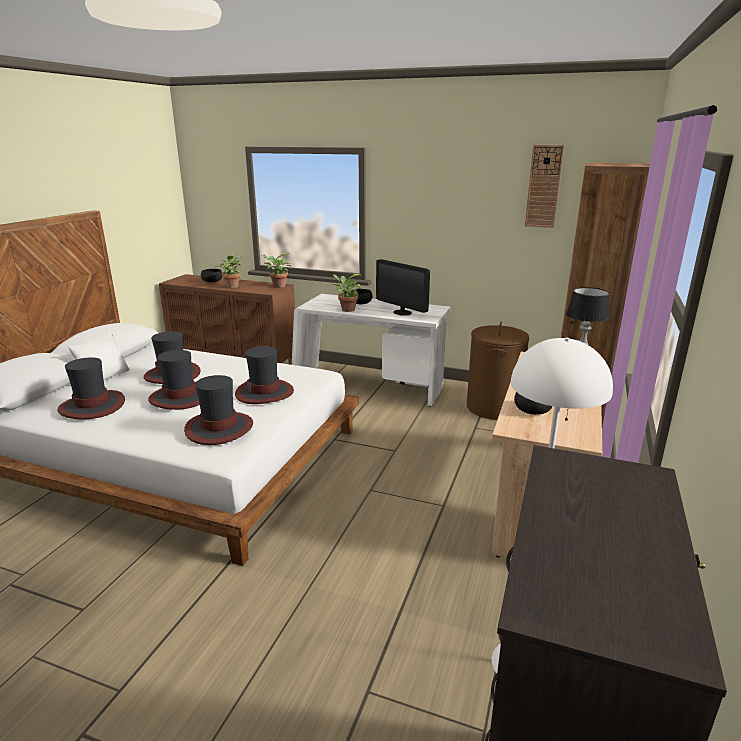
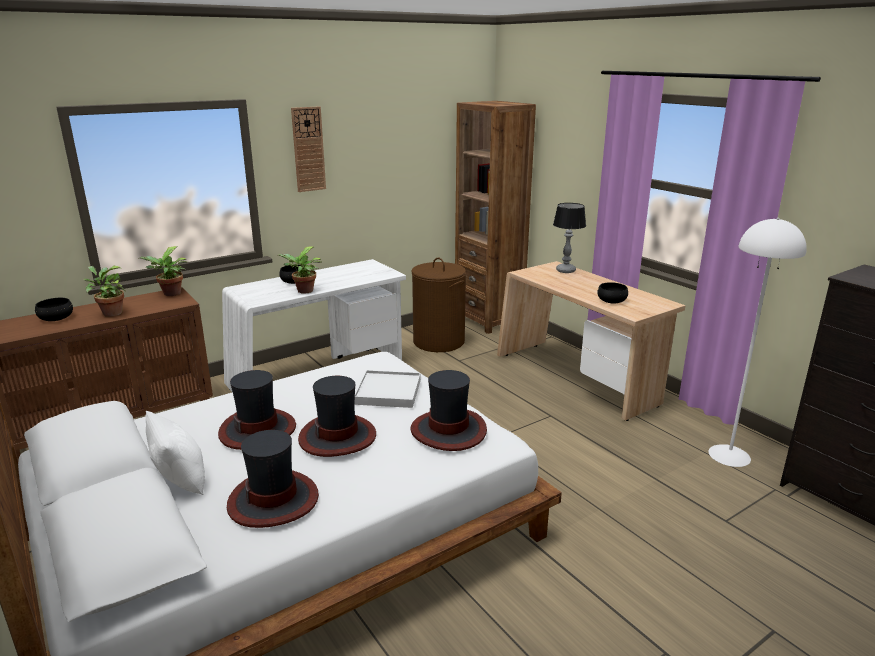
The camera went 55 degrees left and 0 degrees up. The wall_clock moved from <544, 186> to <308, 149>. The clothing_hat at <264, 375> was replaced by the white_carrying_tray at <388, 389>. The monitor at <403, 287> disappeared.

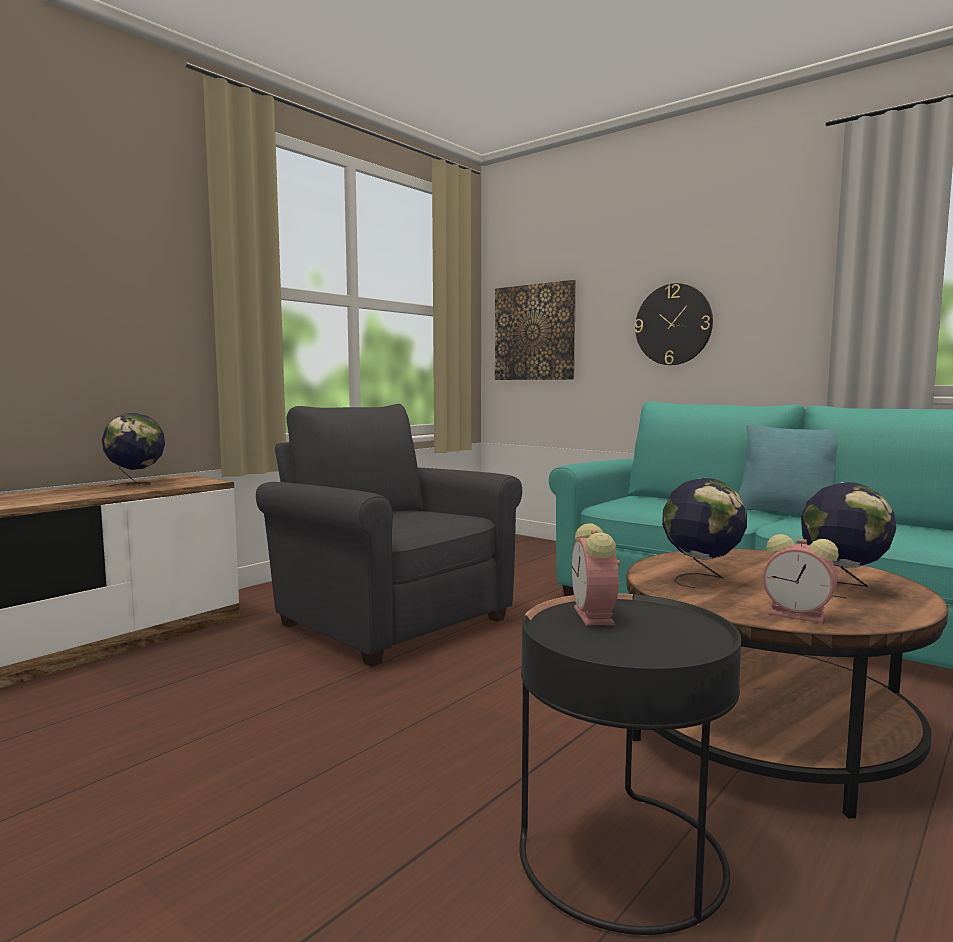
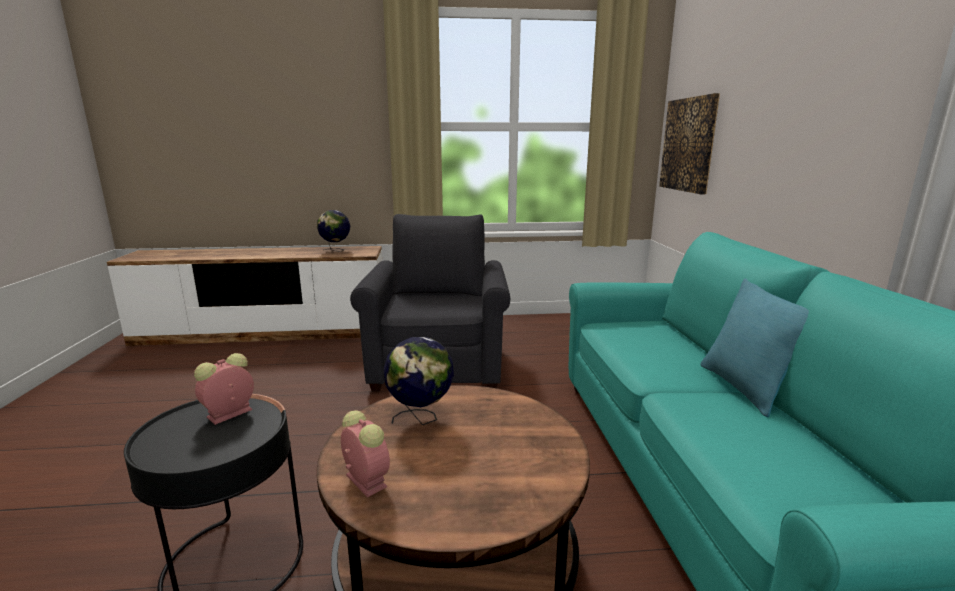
The camera went 45 degrees right and 10 degrees up. The alarm_clock at <801, 579> turned 150 degrees clockwise. The wall_clock at <674, 324> disappeared. The globe at <848, 540> disappeared.

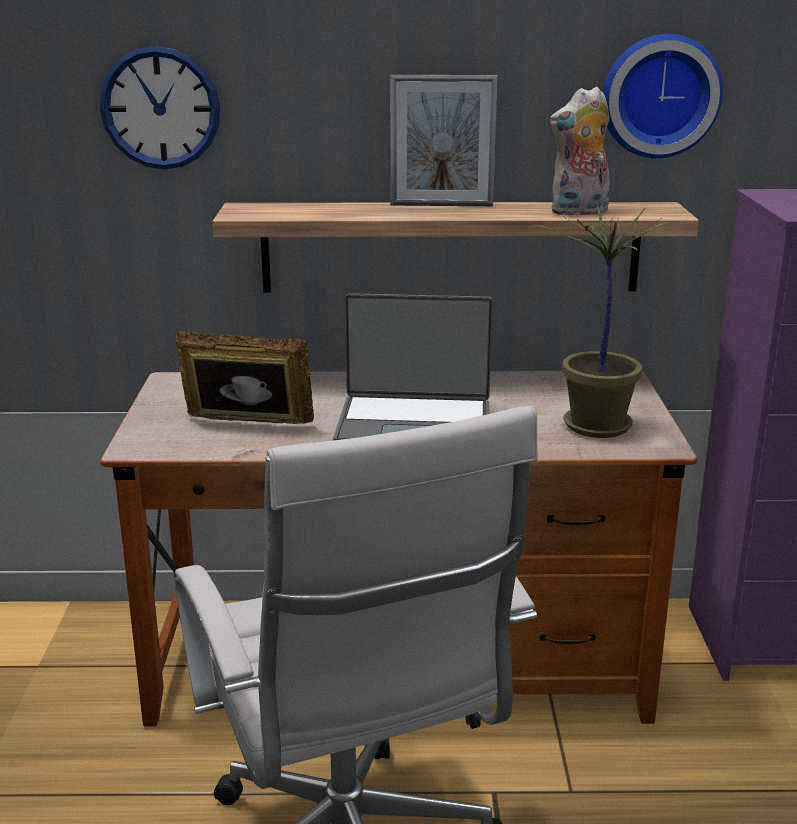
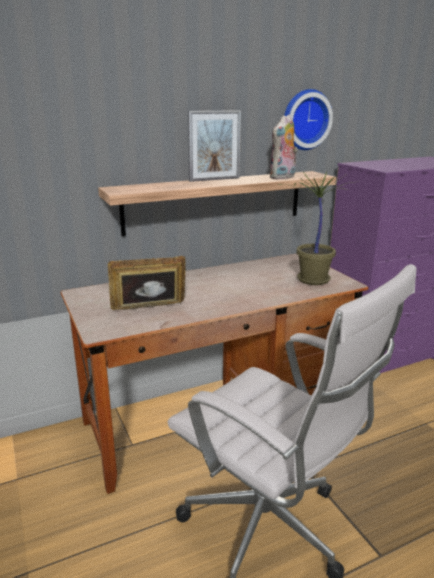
The camera went 25 degrees left and 0 degrees up. The wall_clock at <160, 108> disappeared. The notebook_computer at <413, 367> disappeared.

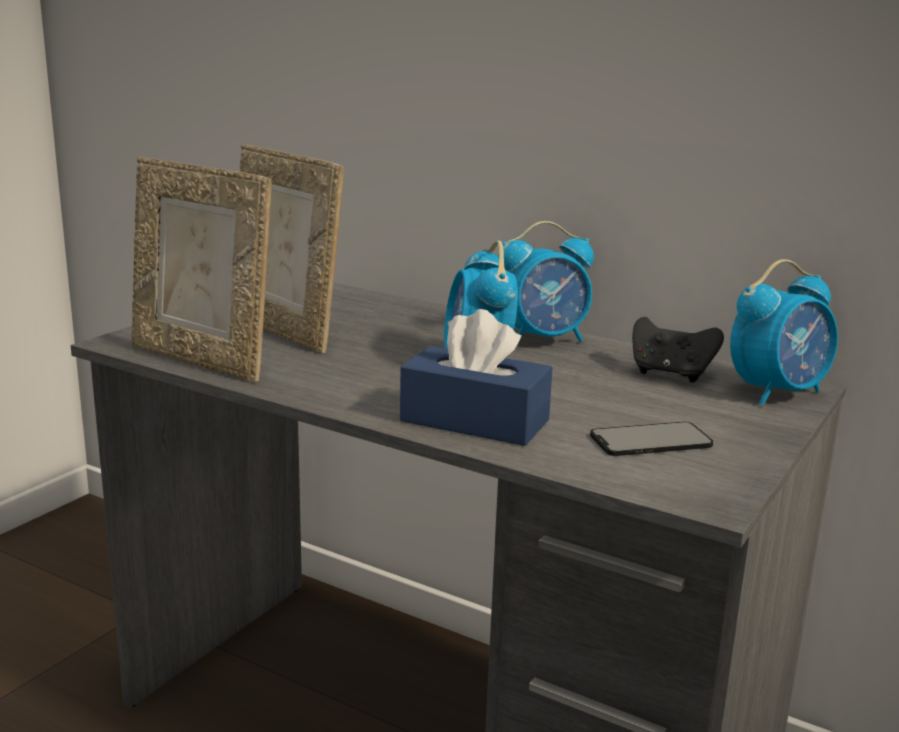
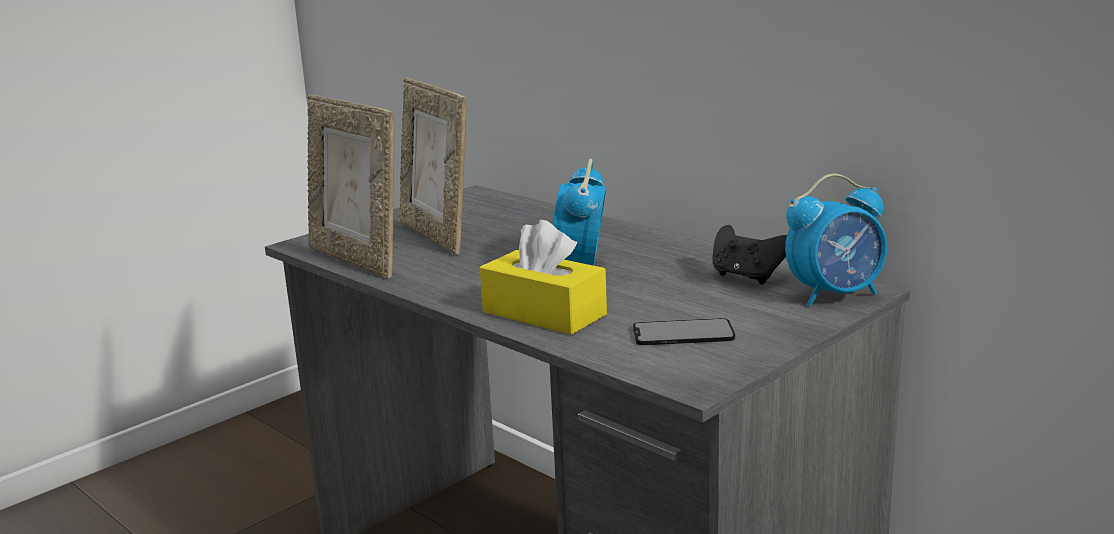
The camera went 15 degrees right and 0 degrees up. The blue-coloured_tissue_box at <476, 377> became the yellowish_tissue_box at <543, 277>. The alarm_clock at <546, 281> disappeared.

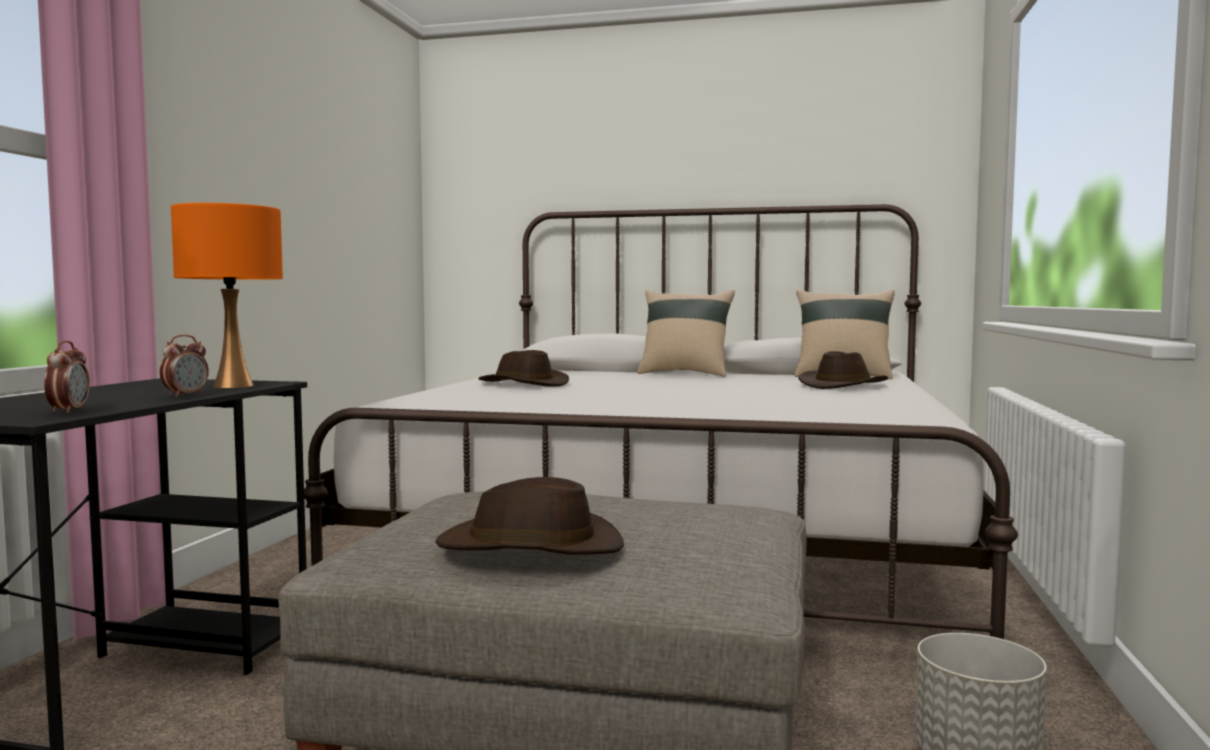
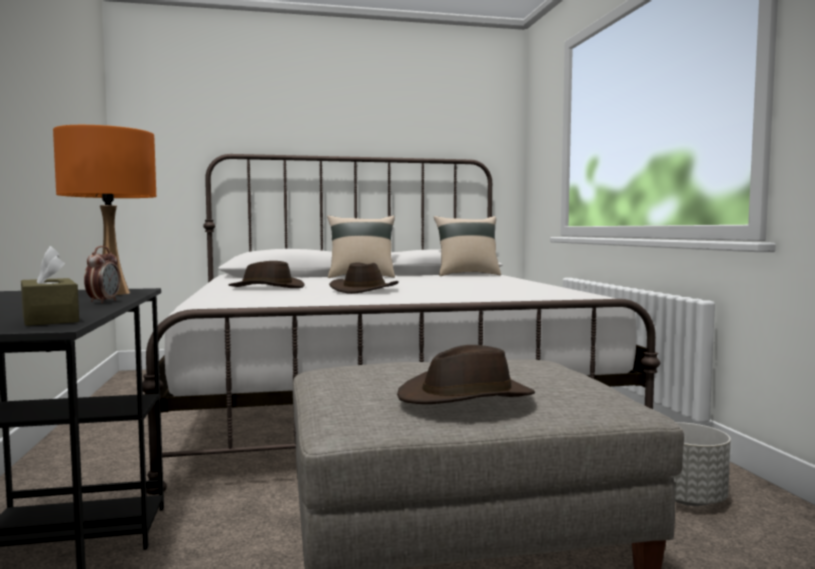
The camera went 25 degrees left and 0 degrees up. The alarm_clock at <67, 376> was replaced by the brownish_tissue_box at <50, 286>. The brownish_clothing_hat moved from <843, 370> to <364, 278>.

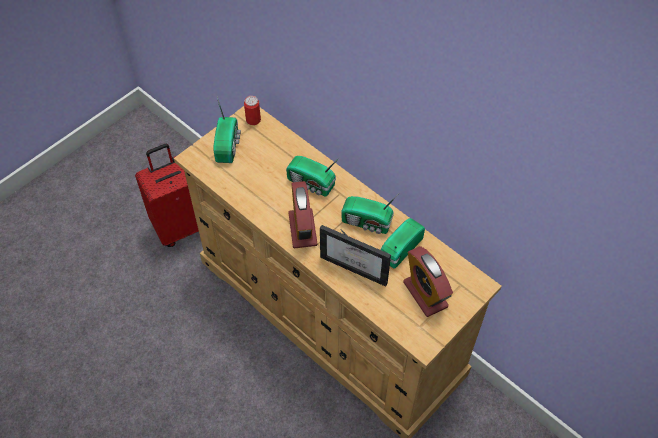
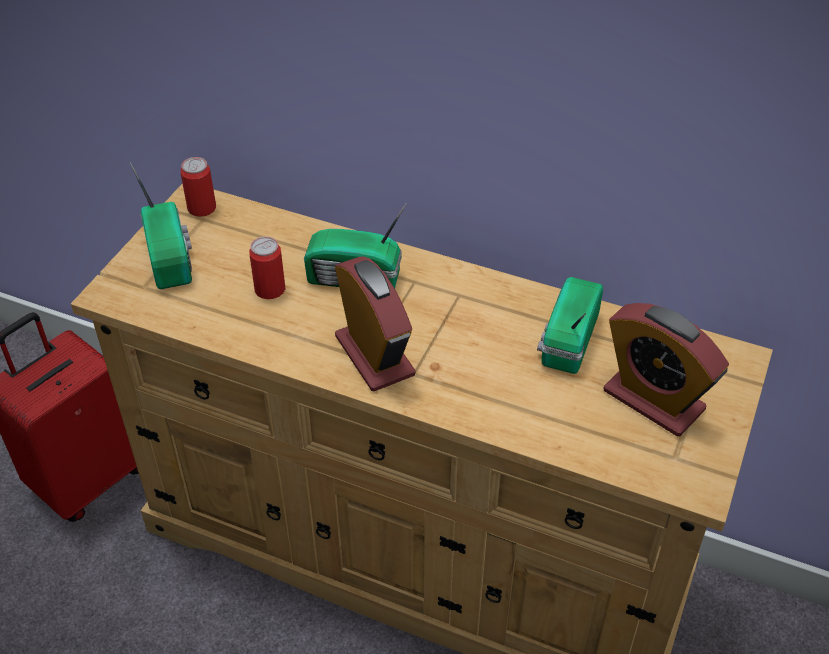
The camera went 20 degrees left and 10 degrees down. The sealed_can at <267, 267> appeared. The photo_frame at <355, 256> disappeared. The radio_set at <370, 213> disappeared.

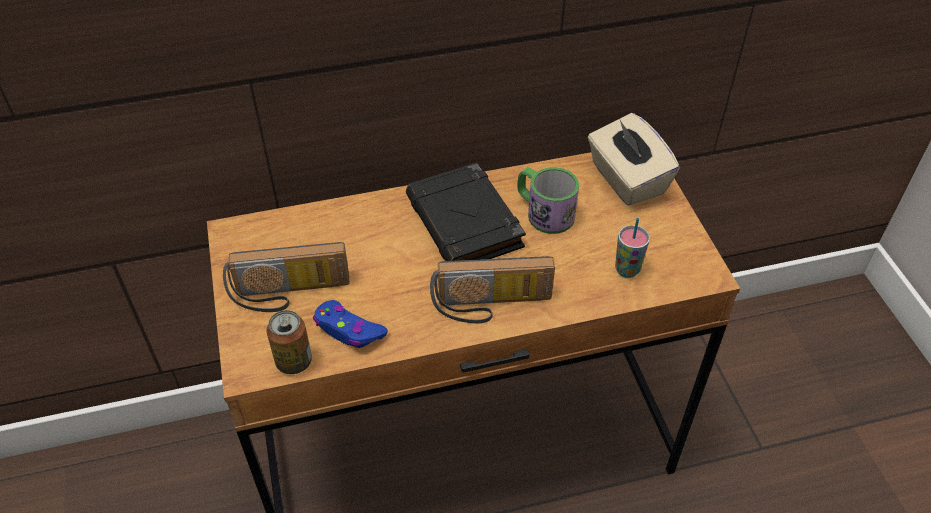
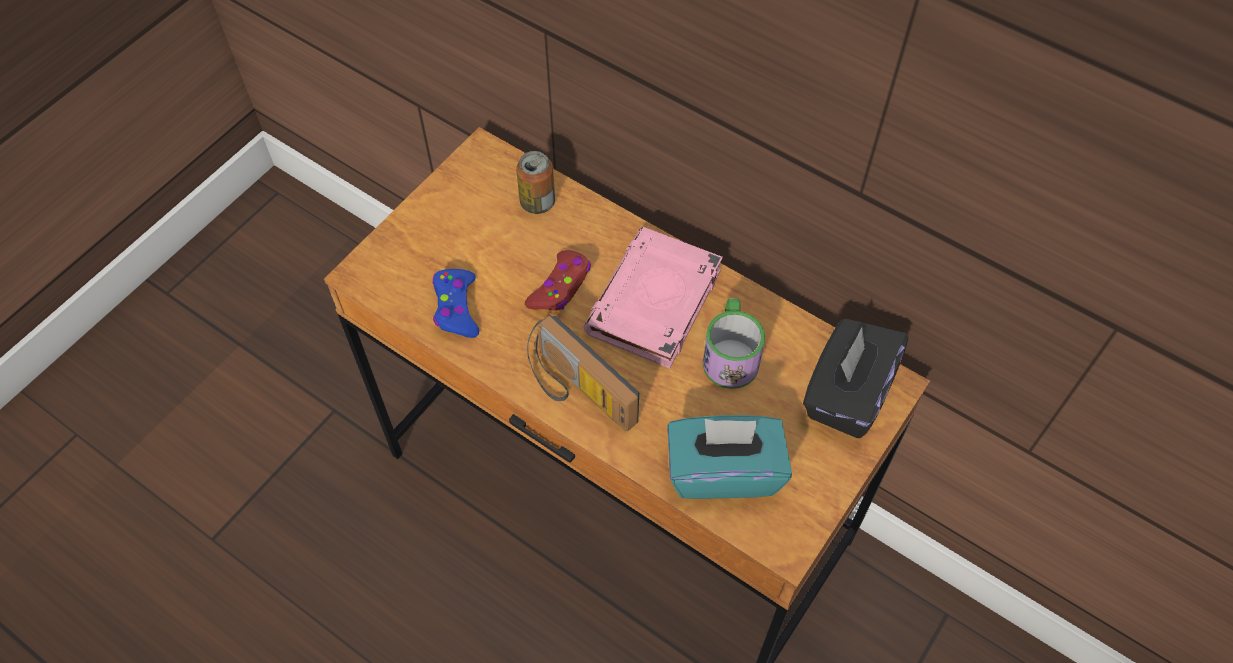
The camera went 50 degrees right and 10 degrees up. The sealed_can moved from <289, 342> to <535, 182>. The reddish_joypad at <558, 280> appeared. The black_book at <466, 211> became the pink-coloured_book at <653, 298>. The cup at <632, 248> was replaced by the blue-green_tissue_box at <729, 457>. The sand-coloured_tissue_box at <634, 159> became the black_tissue_box at <855, 378>. The radio_set at <286, 277> disappeared.

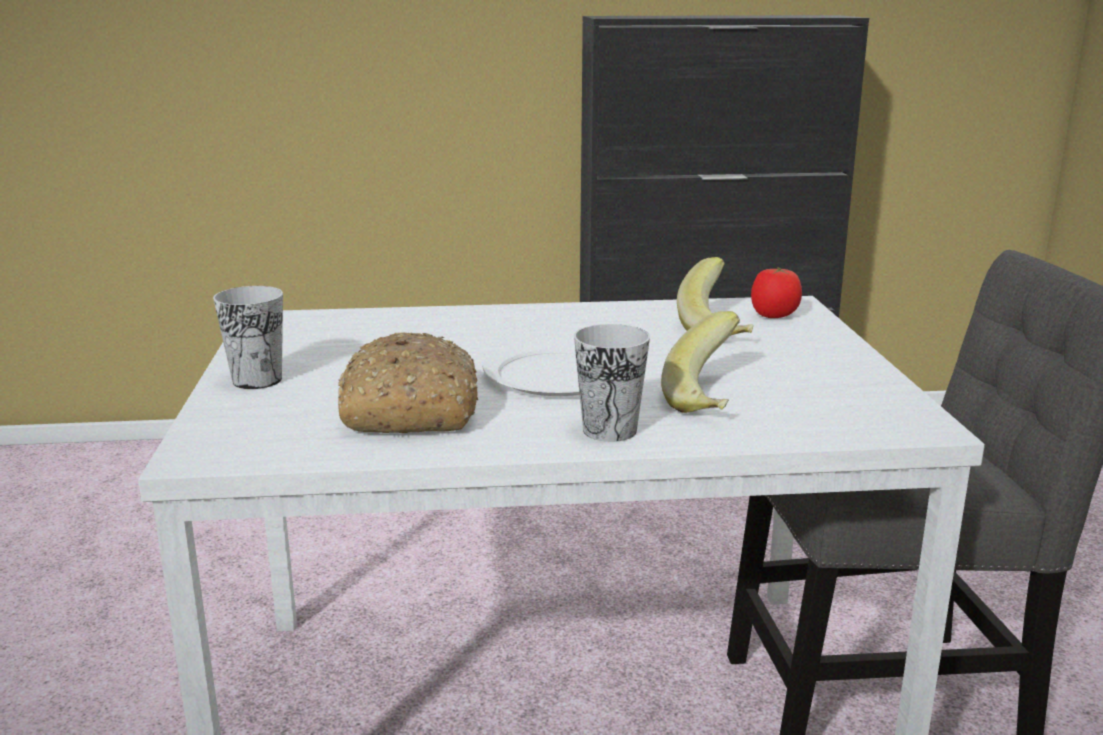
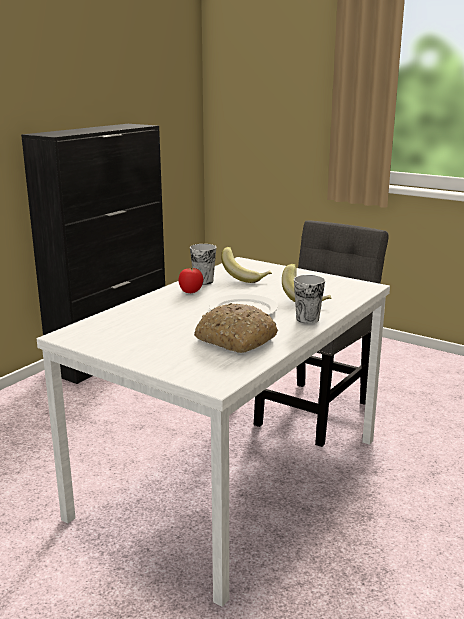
The camera went 50 degrees left and 0 degrees up. The tomato moved from <776, 293> to <191, 280>. The cup moved from <248, 337> to <203, 264>.

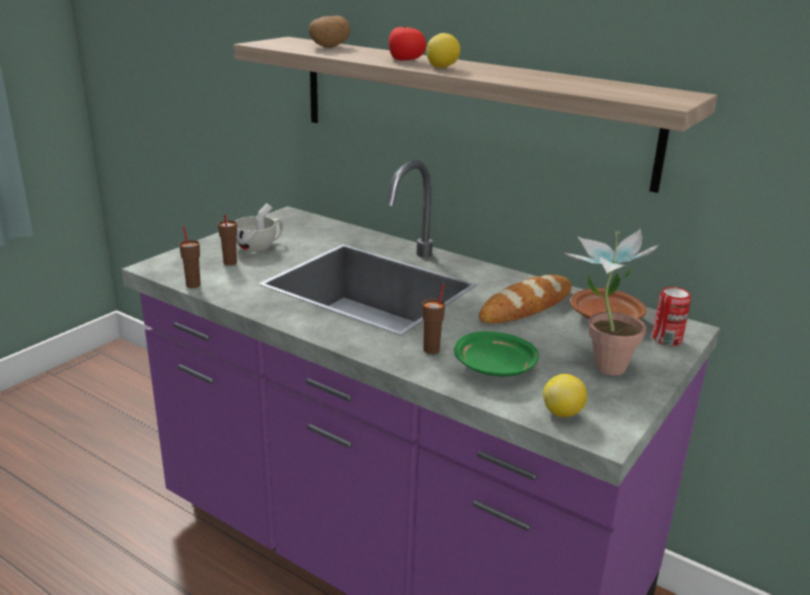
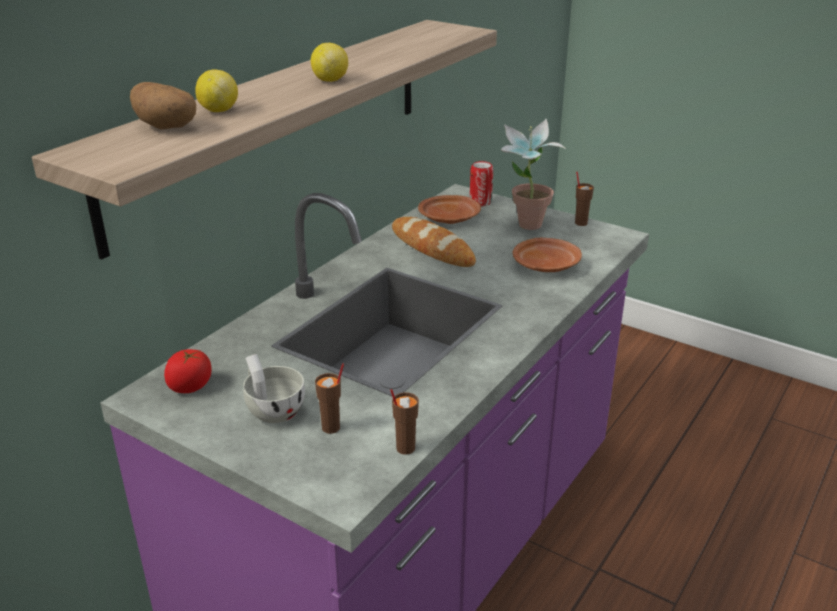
The camera went 90 degrees left and 5 degrees up. The tomato moved from <407, 43> to <188, 371>. The whole_lemon moved from <565, 395> to <216, 90>. The greenish_dinner_plate at <496, 353> became the brownish_dinner_plate at <547, 255>. The brownish_cup moved from <433, 319> to <584, 199>.

